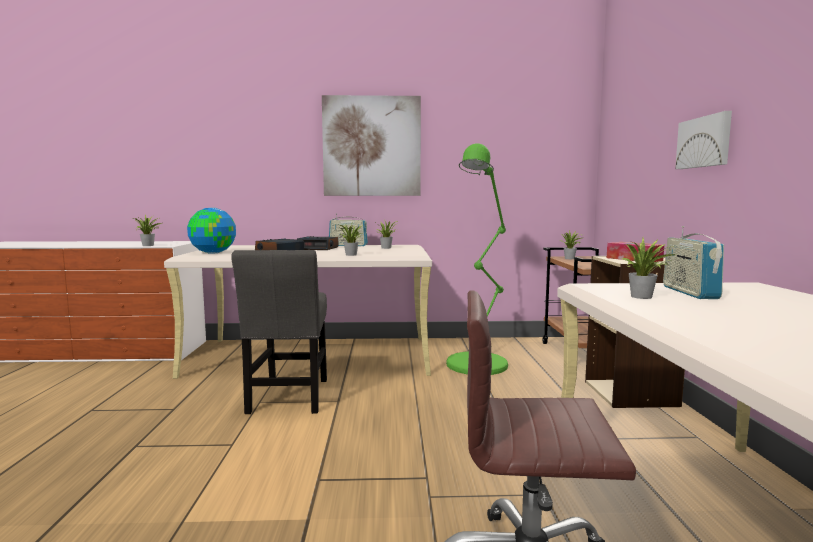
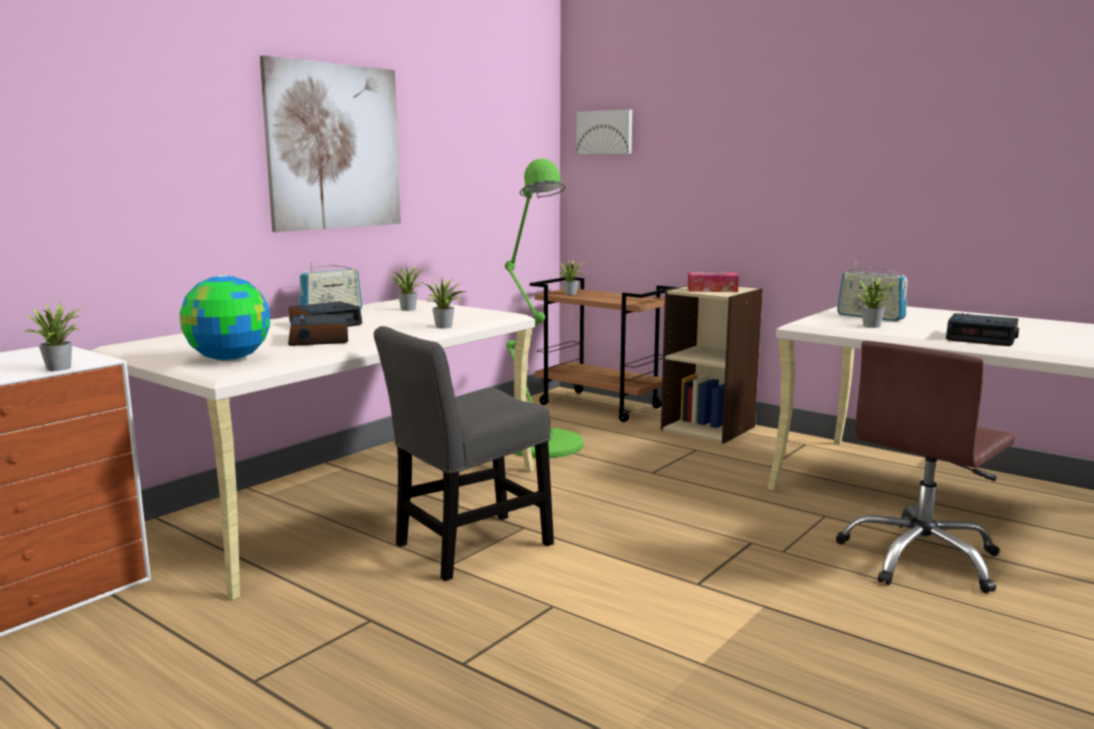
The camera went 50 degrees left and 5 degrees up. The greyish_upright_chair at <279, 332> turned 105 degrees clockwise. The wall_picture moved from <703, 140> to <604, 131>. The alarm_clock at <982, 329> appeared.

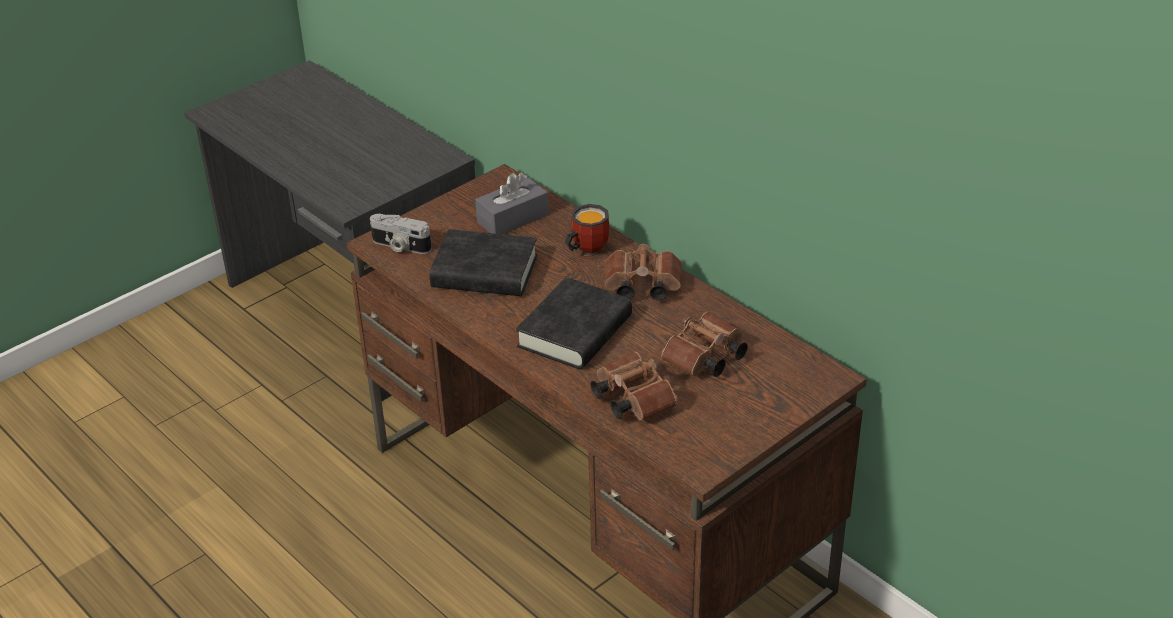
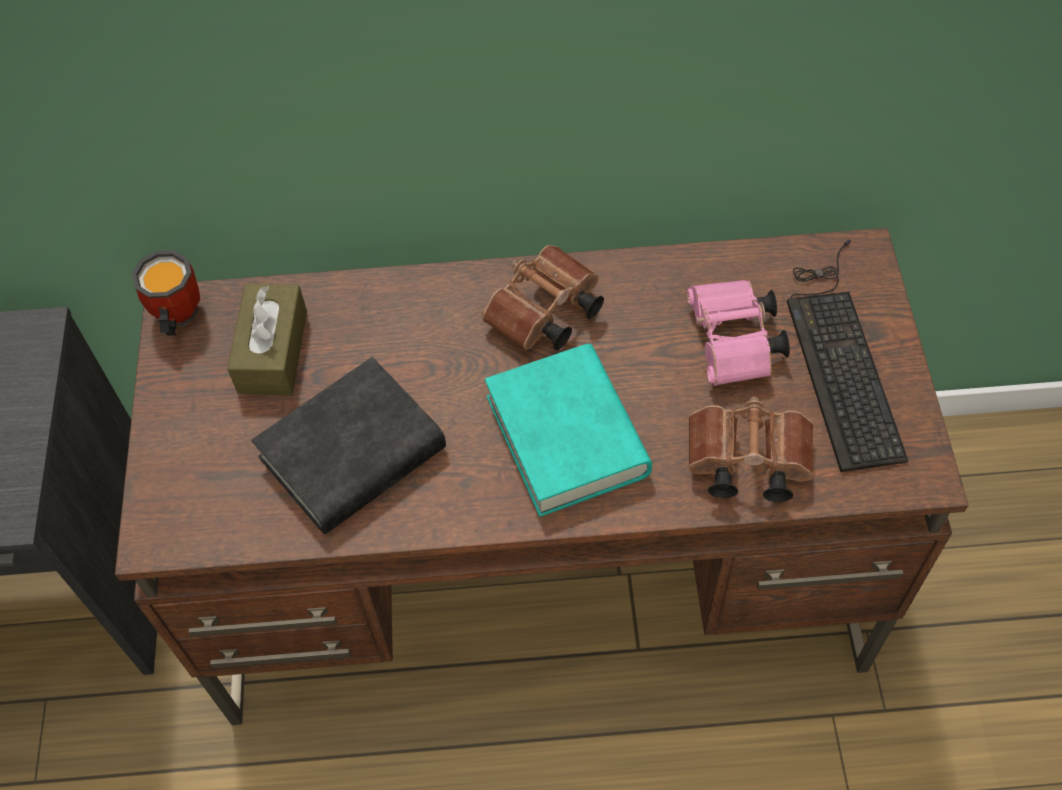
The camera went 50 degrees left and 20 degrees up. The tea_mug moved from <587, 230> to <166, 293>. The greyish_tissue_box at <511, 203> became the brownish_tissue_box at <267, 339>. The black_book at <574, 323> became the blue-green_book at <568, 430>. The brownish_binoculars at <704, 344> became the pink-coloured_binoculars at <738, 333>. The computer_keyboard at <848, 355> appeared. The still_camera at <400, 234> disappeared.

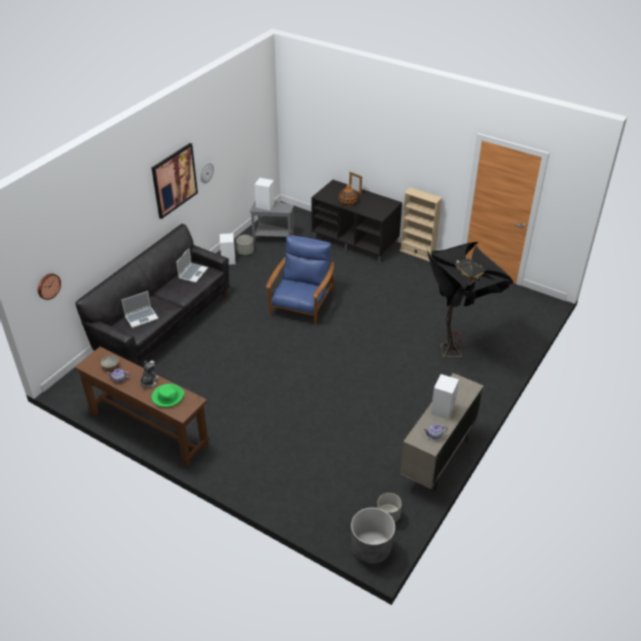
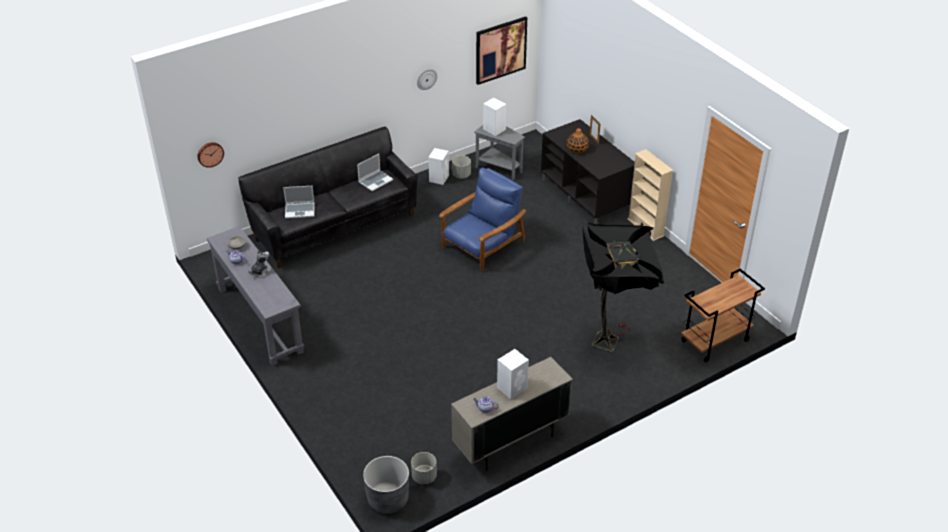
The camera went 25 degrees right and 0 degrees up. The brownish_console_table at <142, 406> became the greyish_console_table at <255, 296>. The wall_picture moved from <175, 181> to <501, 50>. The brownish_trolley at <723, 315> appeared. The greenish_clothing_hat at <168, 395> disappeared.

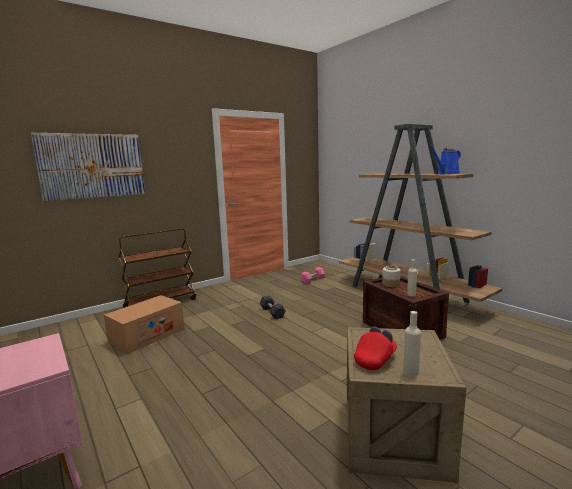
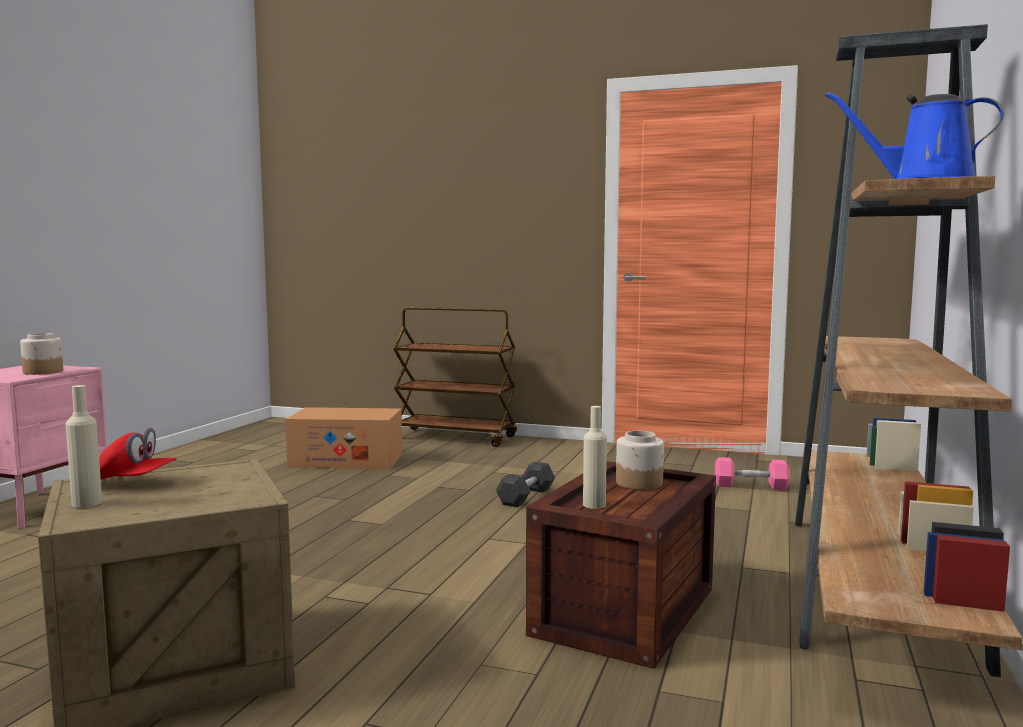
The camera went 55 degrees right and 5 degrees down. The preserve_jar at <41, 354> appeared. The wall_picture at <88, 167> disappeared.

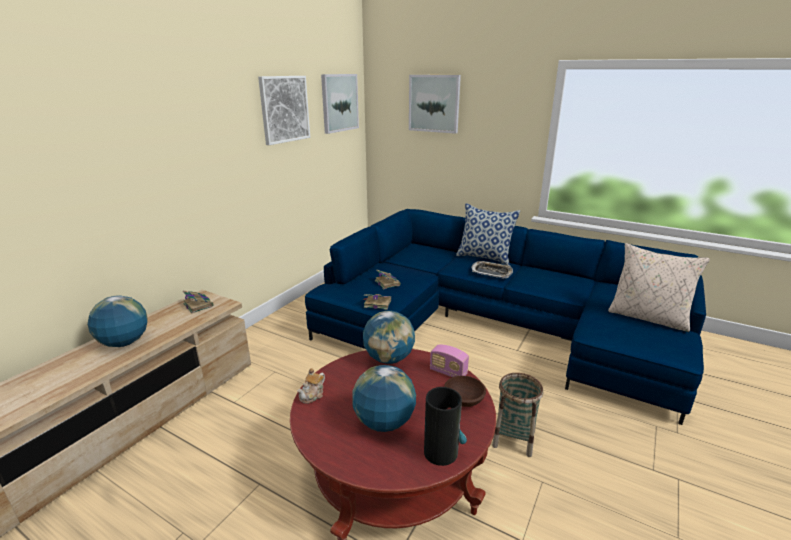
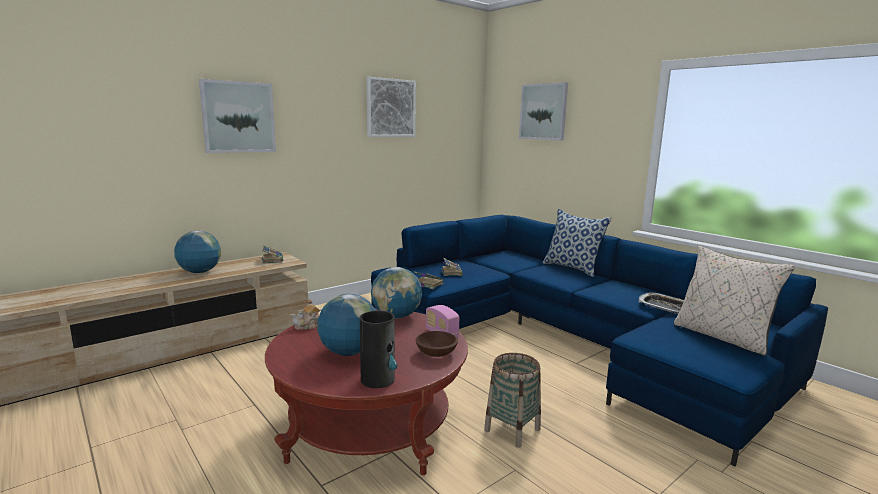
The camera went 20 degrees right and 10 degrees down. The wall_picture moved from <340, 104> to <237, 116>. The carrying_tray moved from <492, 270> to <661, 303>.

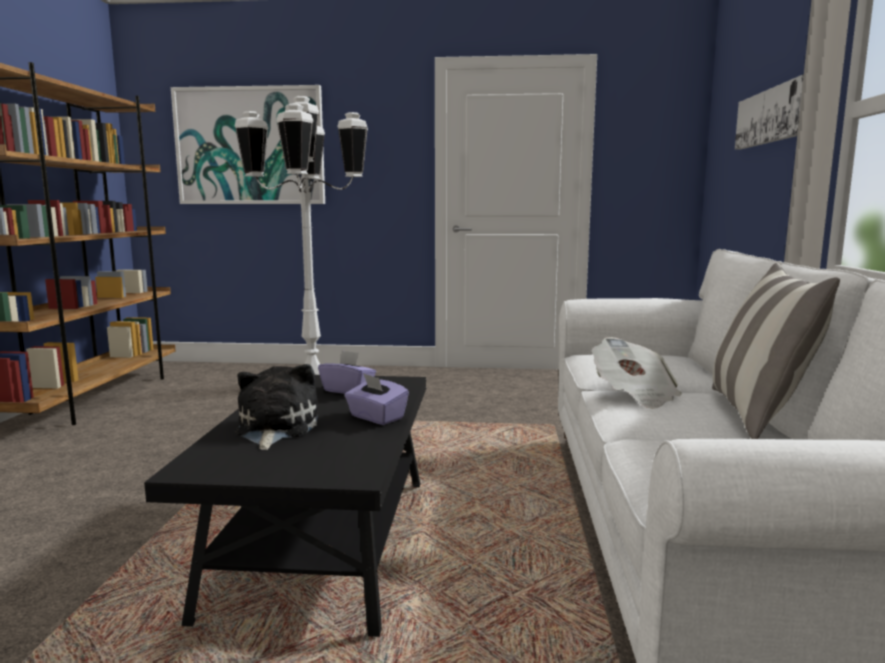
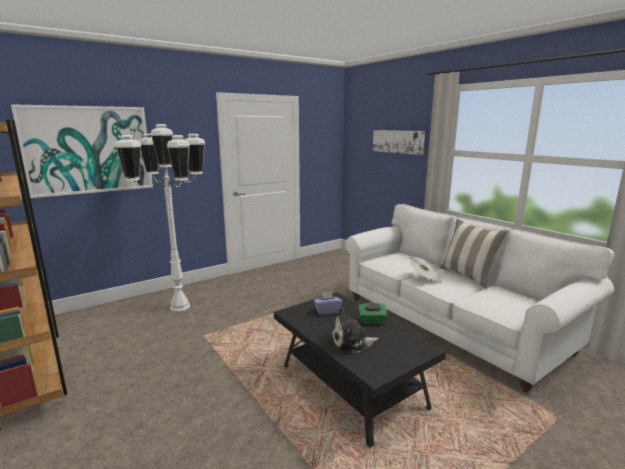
The camera went 40 degrees left and 5 degrees up. The soft_toy at <276, 407> turned 60 degrees counterclockwise. The purple-coloured_tissue_box at <377, 399> became the greenish_tissue_box at <372, 313>.

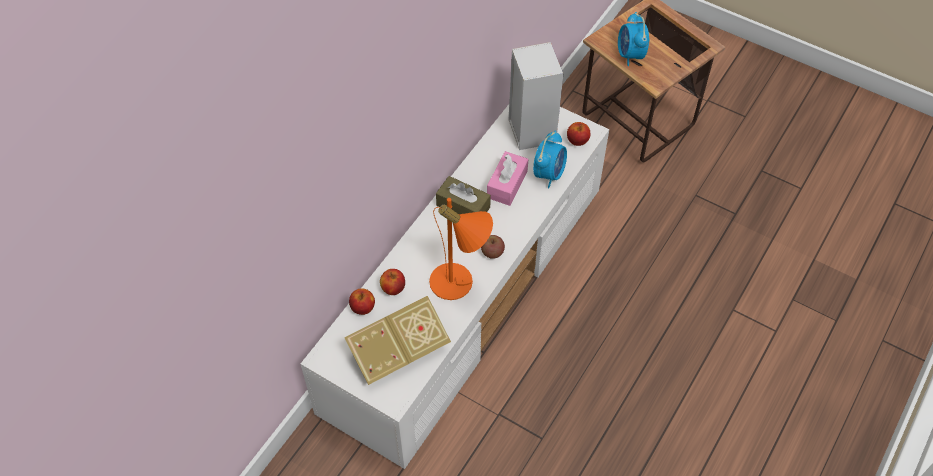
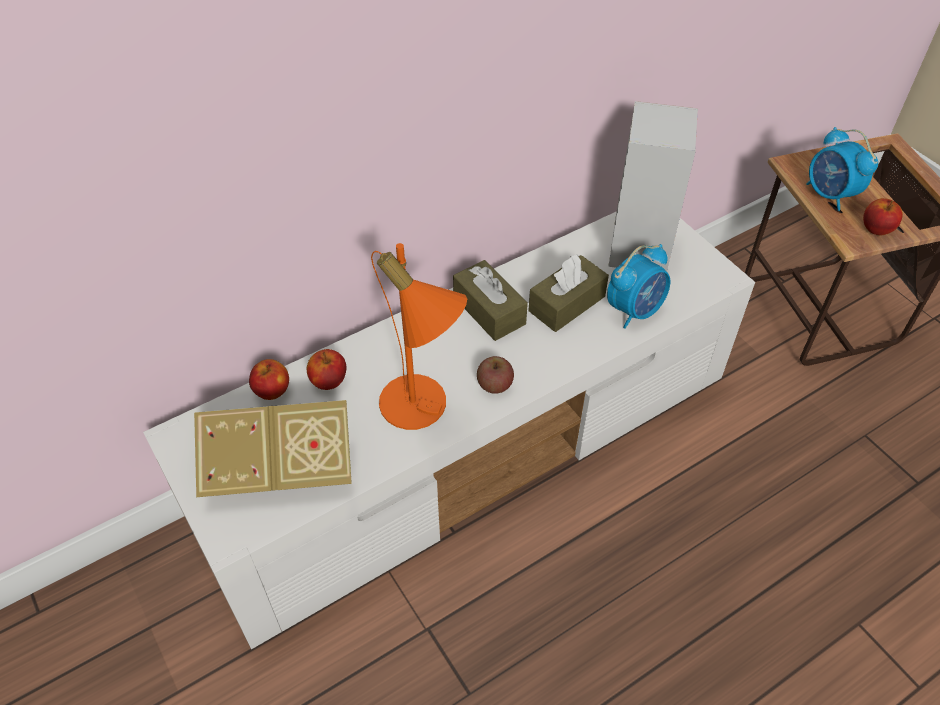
The camera went 25 degrees right and 5 degrees down. The pink-coloured_tissue_box at <507, 178> became the brownish_tissue_box at <568, 293>. The alarm_clock at <633, 39> turned 45 degrees counterclockwise. The apple_fruit moved from <578, 134> to <883, 217>.

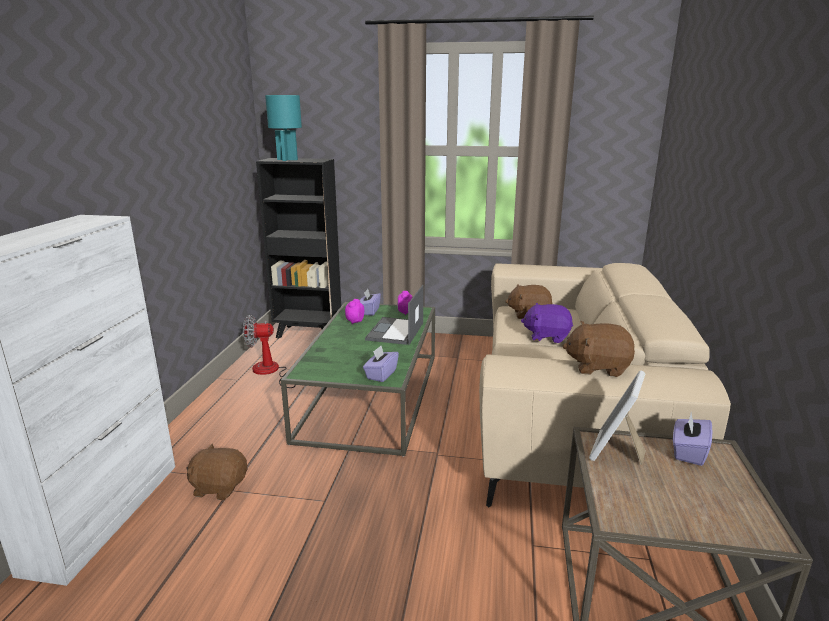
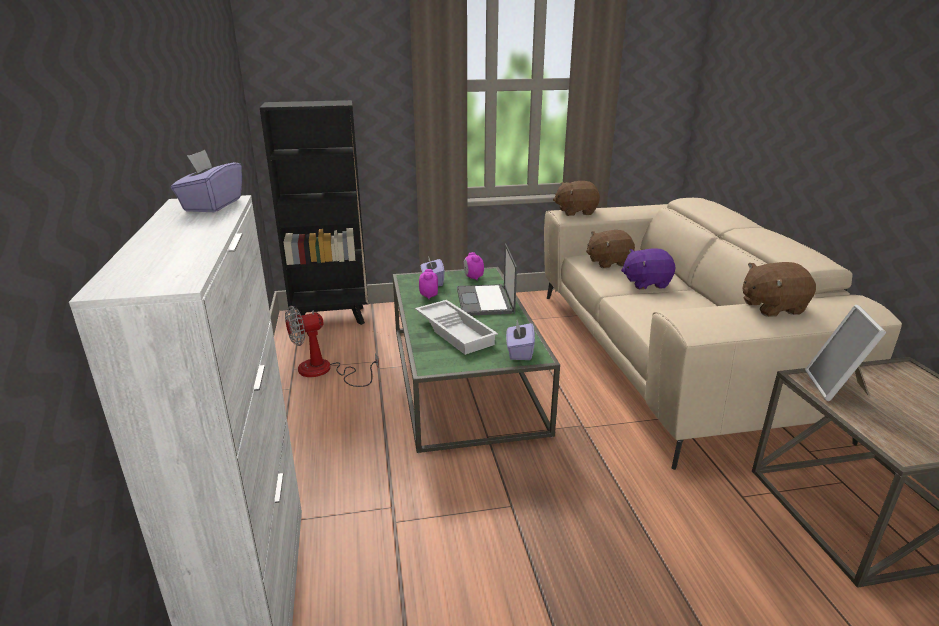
The camera went 20 degrees left and 5 degrees up. The purple-coloured_tissue_box moved from <692, 439> to <206, 181>. The white_carrying_tray at <456, 327> appeared. The brownish_soft_toy moved from <216, 472> to <576, 198>. The blue-green_lamp_for_a_table at <283, 128> disappeared.

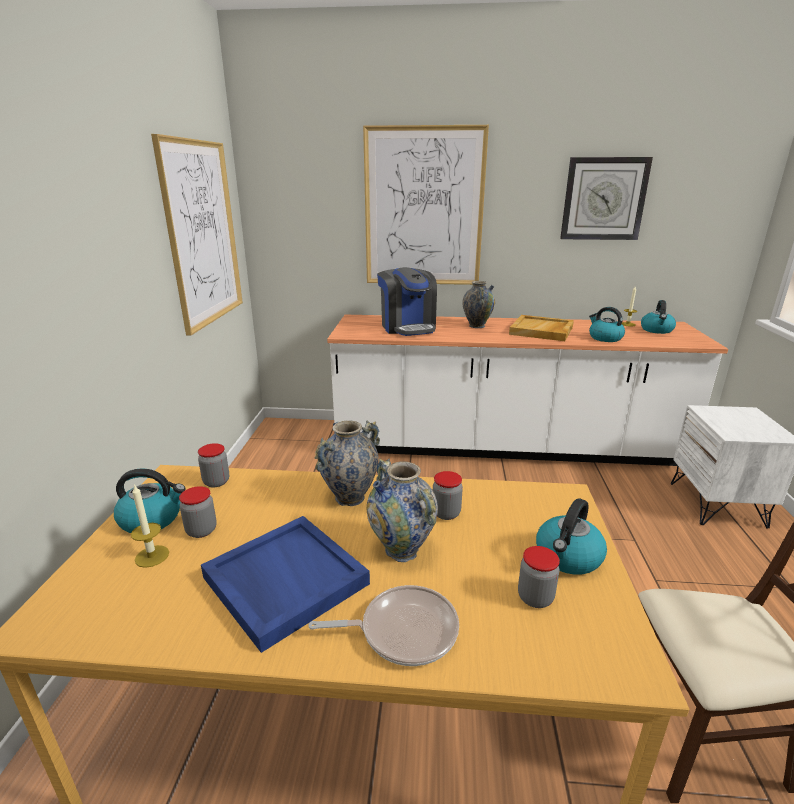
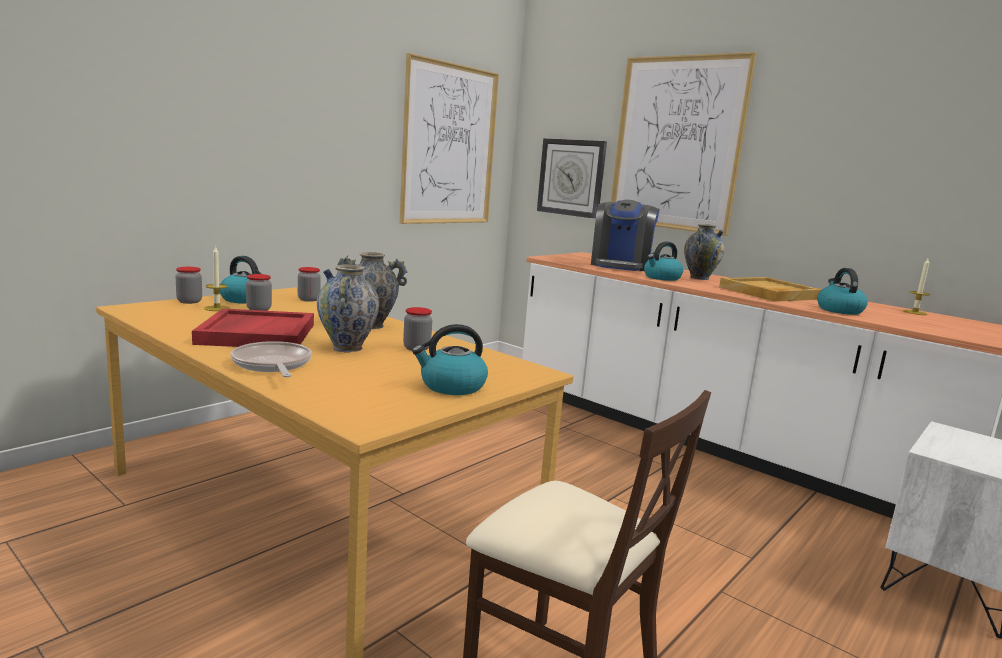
The camera went 35 degrees right and 10 degrees down. The preserve_jar moved from <539, 577> to <189, 285>. The blue-coloured_carrying_tray at <285, 584> became the reddish_carrying_tray at <253, 327>. The skillet at <383, 625> turned 150 degrees counterclockwise. The wall_clock moved from <606, 198> to <572, 178>. The tea_kettle moved from <658, 317> to <663, 261>.

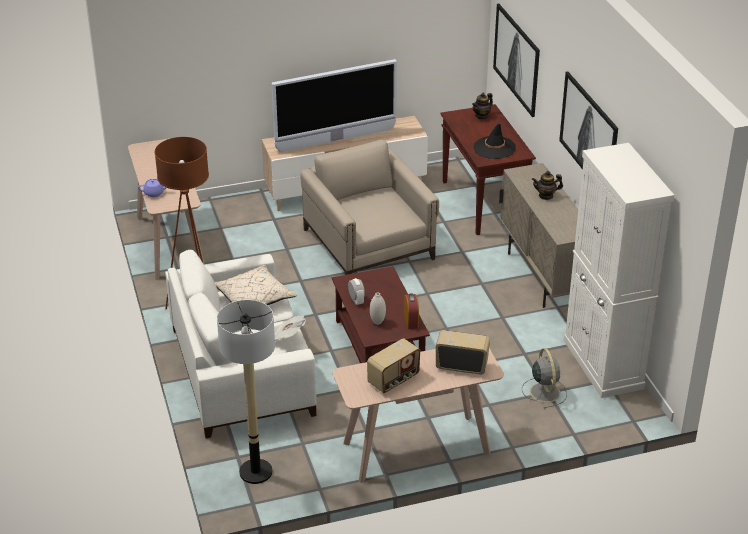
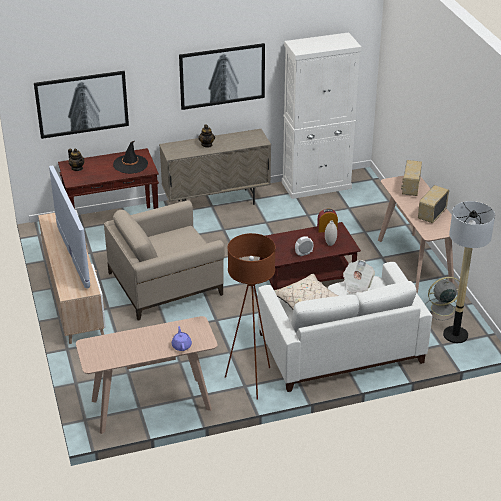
The camera went 90 degrees left and 0 degrees up. The radio_set at <393, 365> turned 105 degrees counterclockwise. The greyish_electric_fan moved from <544, 378> to <442, 298>.

